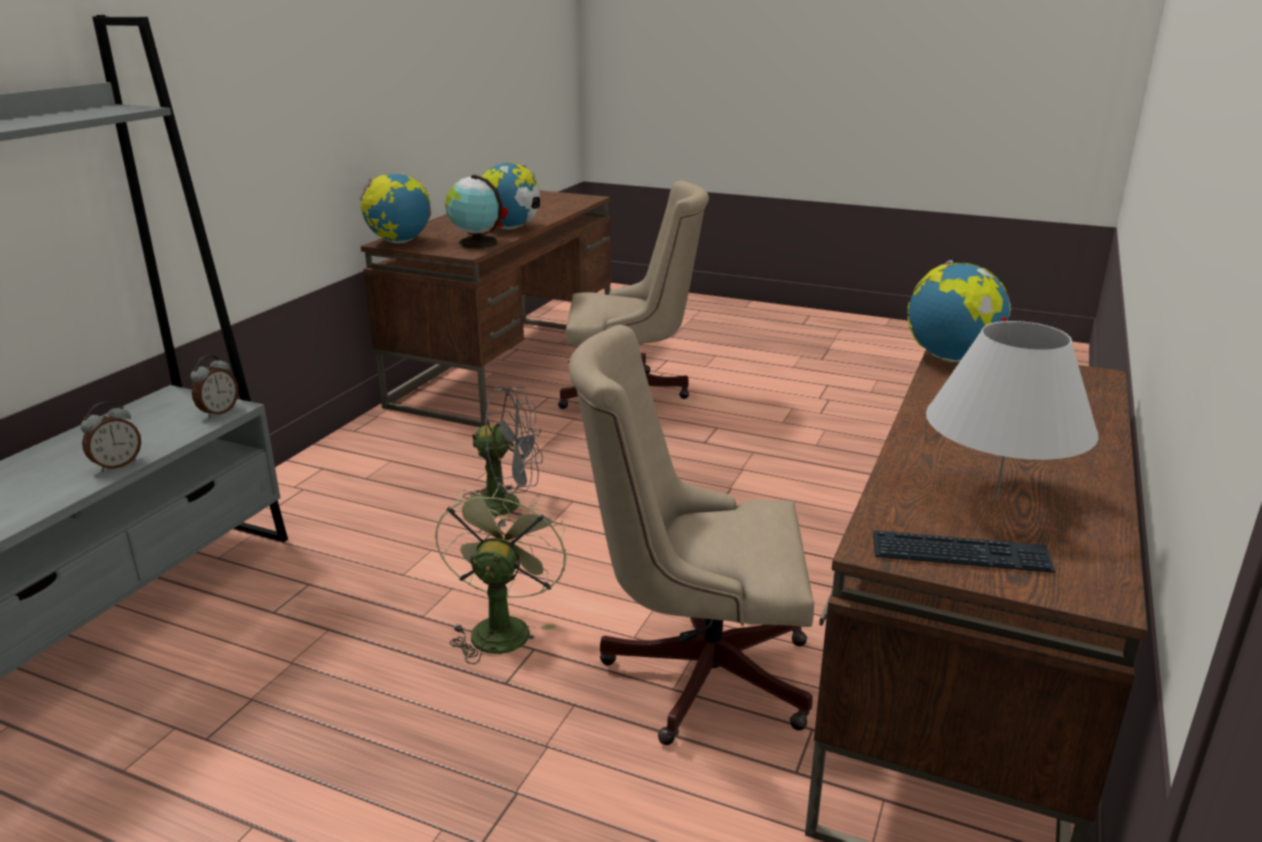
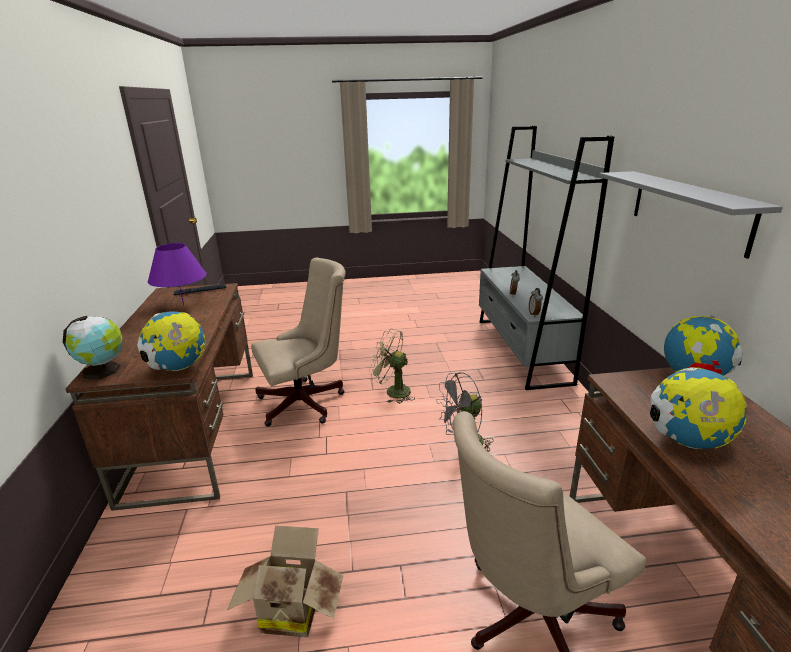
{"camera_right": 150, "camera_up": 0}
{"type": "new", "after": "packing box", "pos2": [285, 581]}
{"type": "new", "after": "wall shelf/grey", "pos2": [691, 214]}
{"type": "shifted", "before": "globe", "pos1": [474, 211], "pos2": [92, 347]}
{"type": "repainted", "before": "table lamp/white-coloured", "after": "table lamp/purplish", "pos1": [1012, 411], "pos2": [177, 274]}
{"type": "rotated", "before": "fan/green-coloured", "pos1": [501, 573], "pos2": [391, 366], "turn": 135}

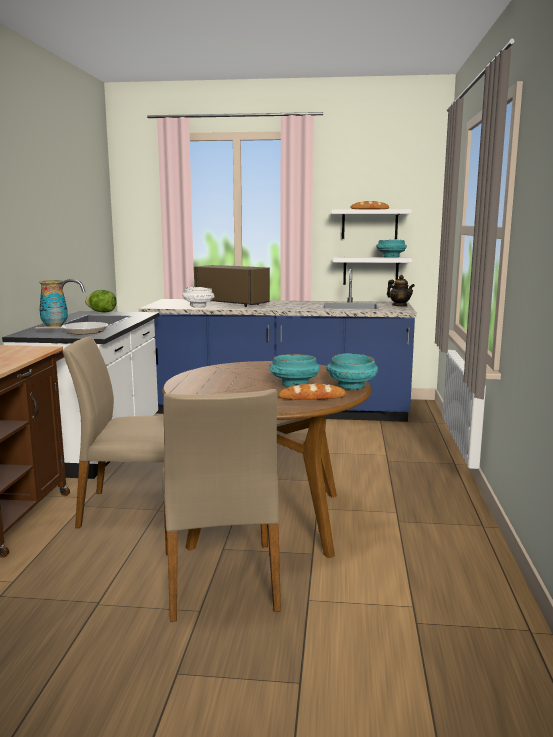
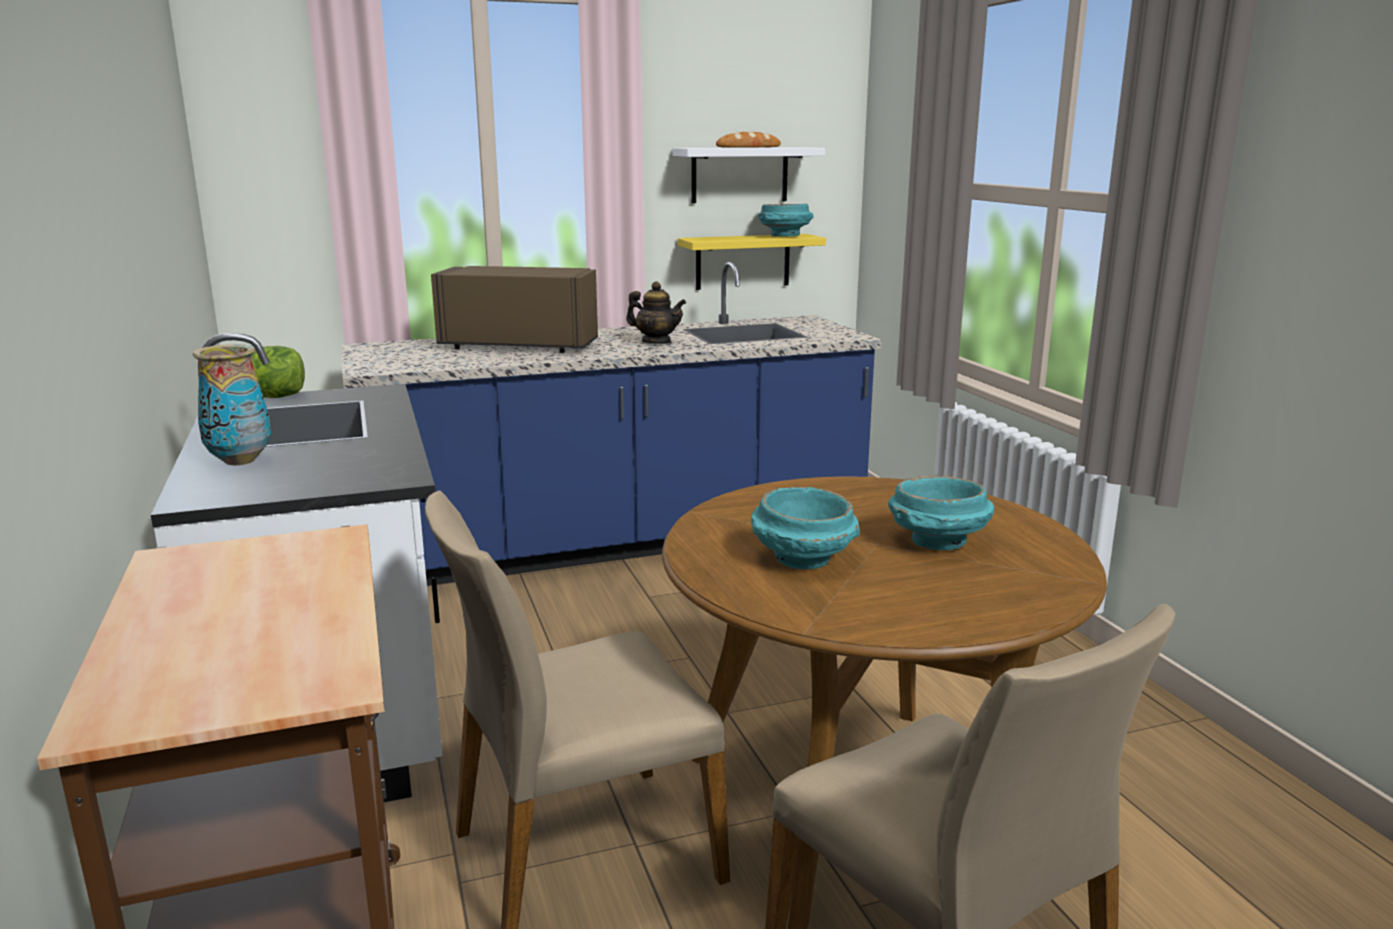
{"camera_right": -25, "camera_up": 5}
{"type": "gone", "before": "skillet", "pos1": [72, 328]}
{"type": "gone", "before": "bowl/white-coloured", "pos1": [198, 297]}
{"type": "gone", "before": "baked bread", "pos1": [312, 391]}
{"type": "shifted", "before": "bowl/blue-green", "pos1": [352, 371], "pos2": [805, 528]}
{"type": "shifted", "before": "teapot", "pos1": [401, 291], "pos2": [656, 313]}
{"type": "repainted", "before": "wall shelf/white-coloured", "after": "wall shelf/yellow", "pos1": [372, 271], "pos2": [752, 262]}

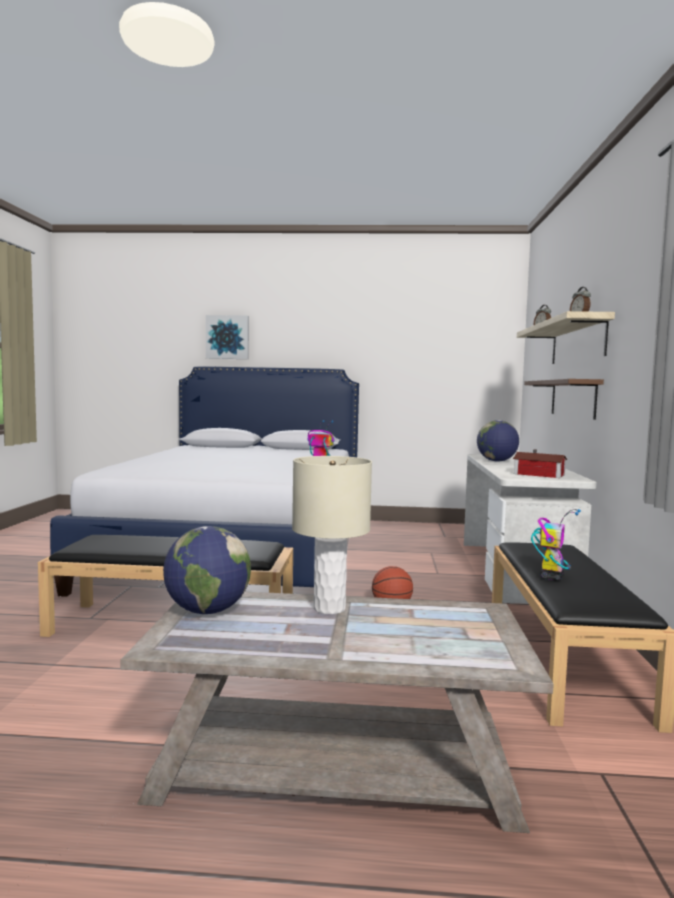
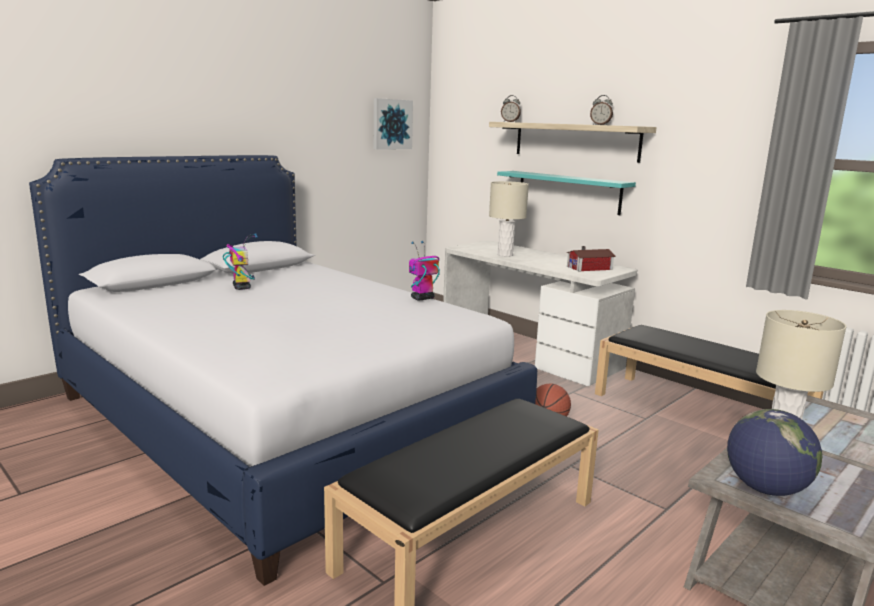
{"camera_right": -50, "camera_up": 10}
{"type": "shifted", "before": "picture", "pos1": [227, 337], "pos2": [393, 124]}
{"type": "shifted", "before": "toy robot", "pos1": [556, 545], "pos2": [240, 261]}
{"type": "swapped", "before": "globe", "after": "table lamp/beige-coloured", "pos1": [498, 441], "pos2": [509, 219]}
{"type": "repainted", "before": "wall shelf/brown-coloured", "after": "wall shelf/blue-green", "pos1": [564, 399], "pos2": [566, 193]}

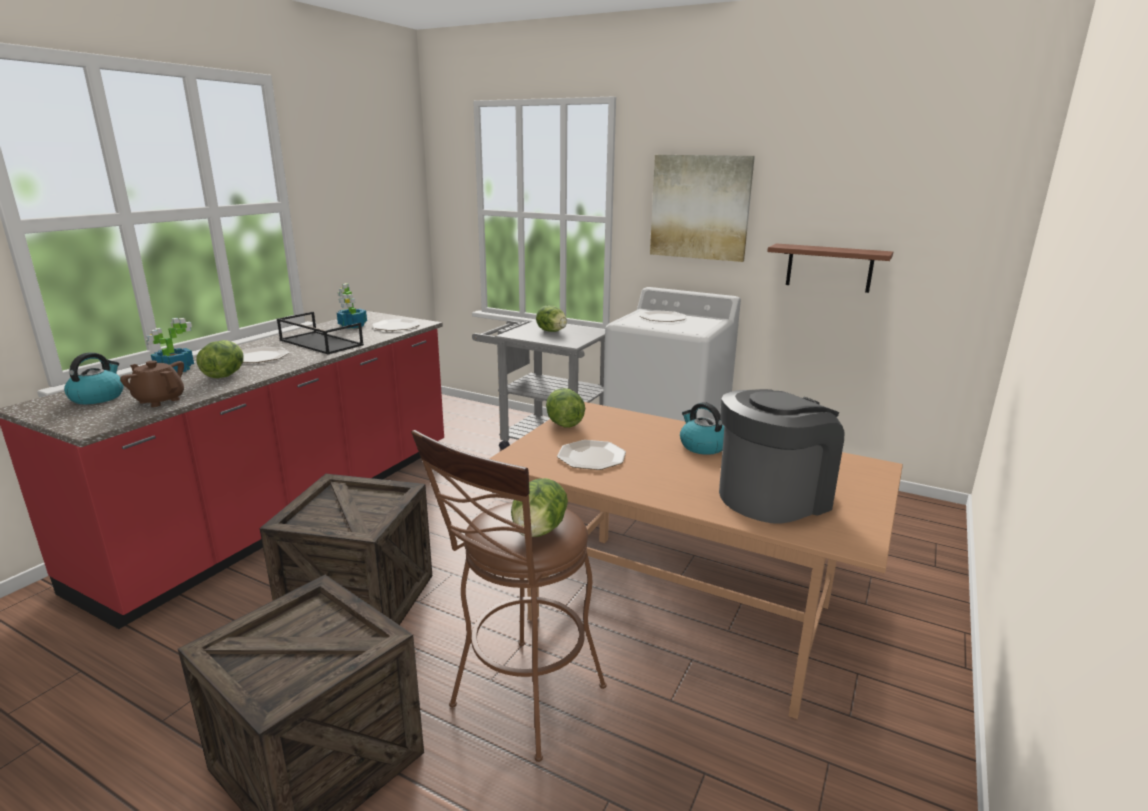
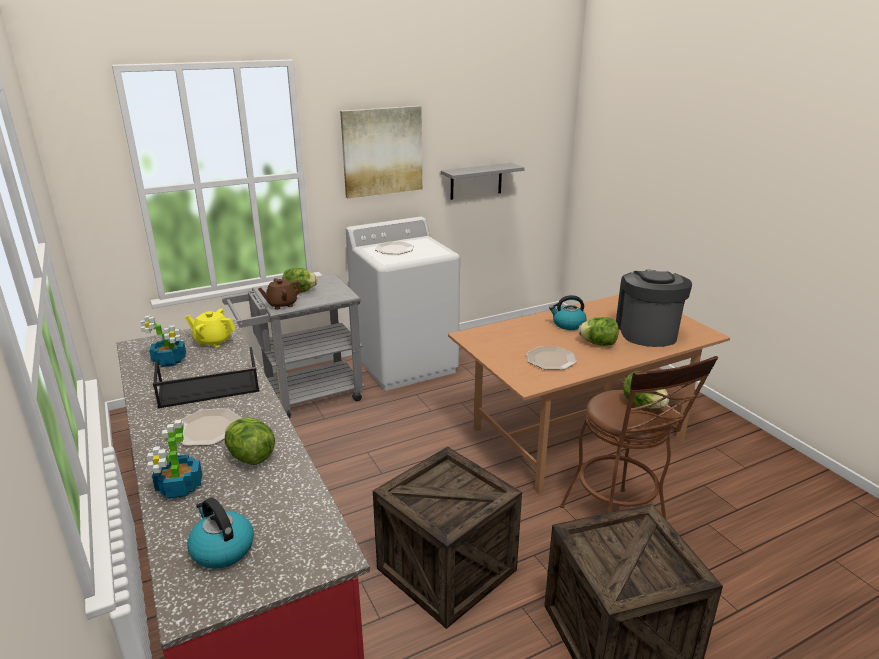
{"camera_right": -55, "camera_up": 5}
{"type": "shifted", "before": "teapot/brown-coloured", "pos1": [152, 383], "pos2": [280, 294]}
{"type": "shifted", "before": "lettuce", "pos1": [565, 408], "pos2": [598, 331]}
{"type": "swapped", "before": "flat dish", "after": "teapot/yellow", "pos1": [396, 325], "pos2": [210, 328]}
{"type": "repainted", "before": "wall shelf/brown-coloured", "after": "wall shelf/grey", "pos1": [830, 268], "pos2": [483, 181]}

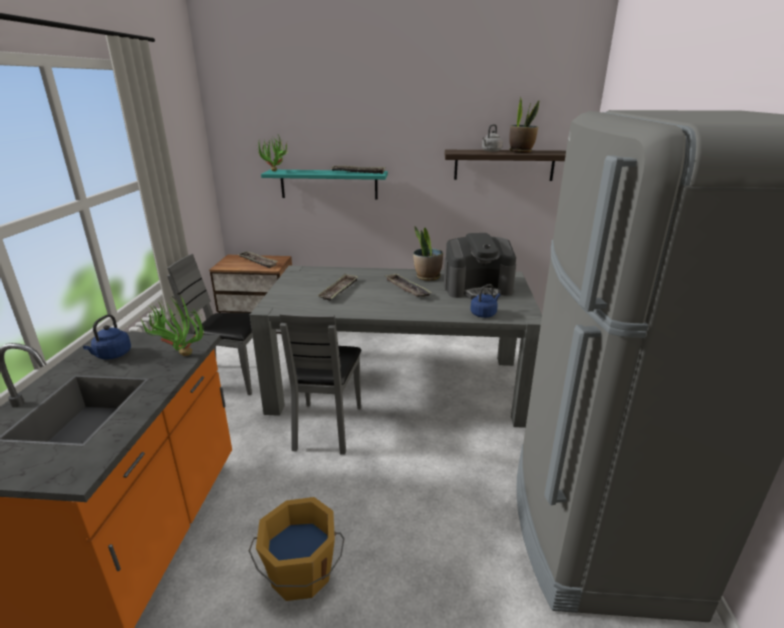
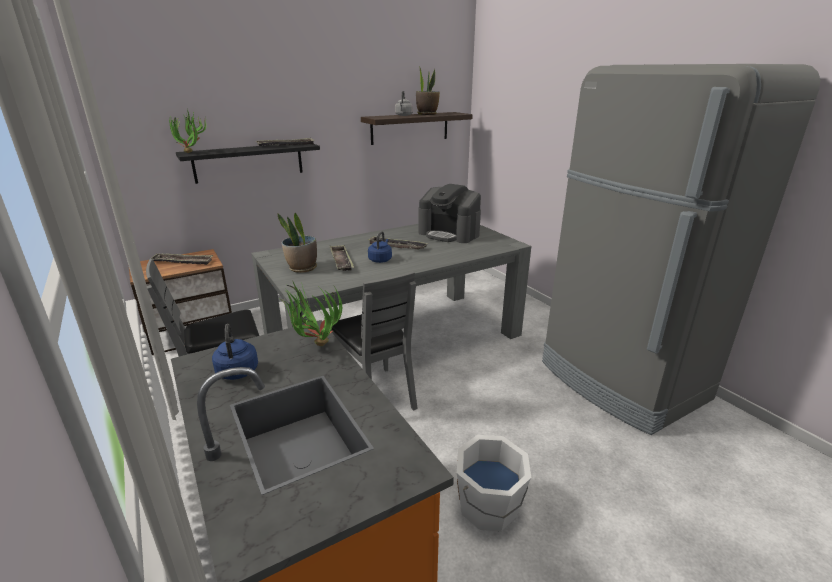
{"camera_right": -35, "camera_up": 0}
{"type": "shifted", "before": "potted plant", "pos1": [428, 253], "pos2": [297, 243]}
{"type": "shifted", "before": "tea kettle/blue", "pos1": [485, 301], "pos2": [380, 247]}
{"type": "repainted", "before": "water bucket/orange-coloured", "after": "water bucket/white-coloured", "pos1": [297, 549], "pos2": [494, 483]}
{"type": "repainted", "before": "wall shelf/blue-green", "after": "wall shelf/black", "pos1": [324, 184], "pos2": [248, 164]}
{"type": "rotated", "before": "coffee maker", "pos1": [480, 266], "pos2": [450, 213], "turn": 75}

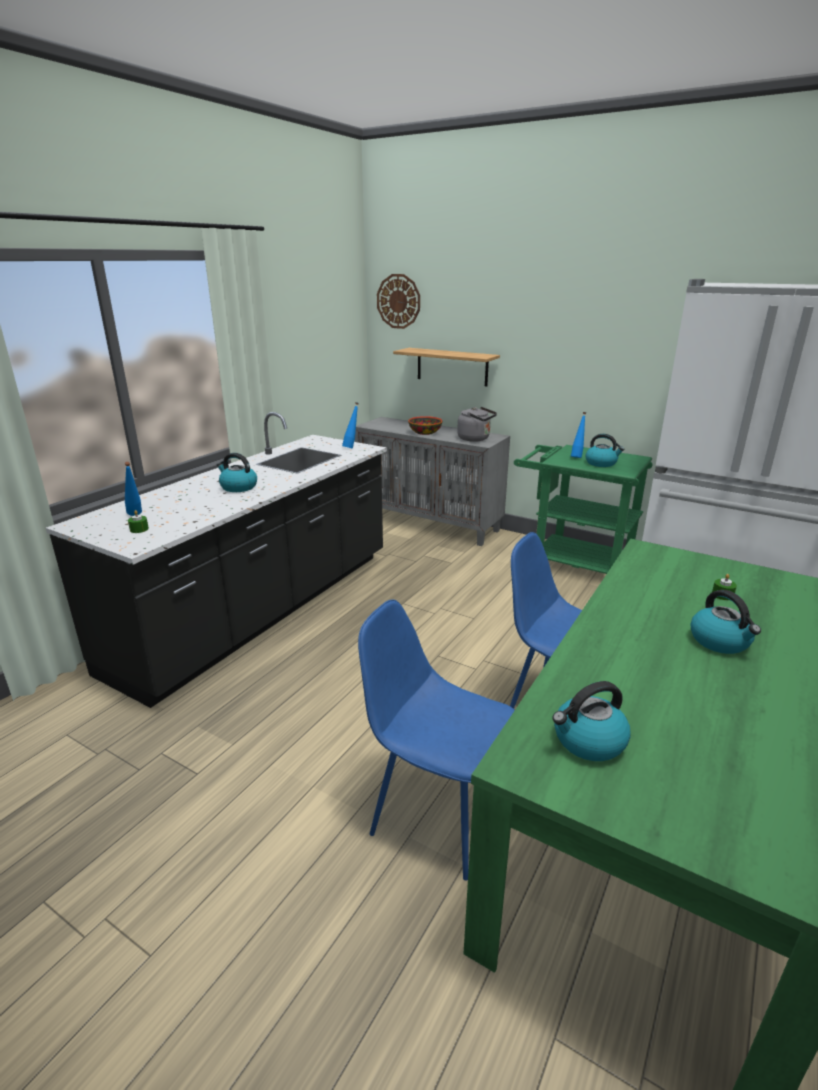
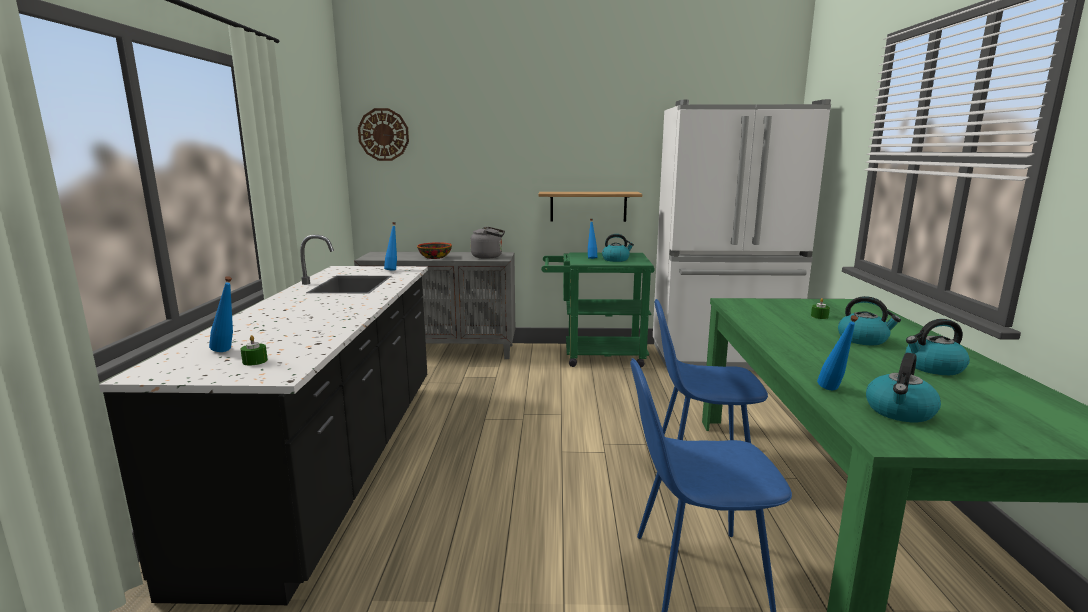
{"camera_right": -30, "camera_up": -10}
{"type": "new", "after": "drink bottle/blue", "pos2": [837, 352]}
{"type": "shifted", "before": "tea kettle", "pos1": [237, 472], "pos2": [938, 347]}
{"type": "shifted", "before": "wall shelf", "pos1": [446, 367], "pos2": [590, 207]}

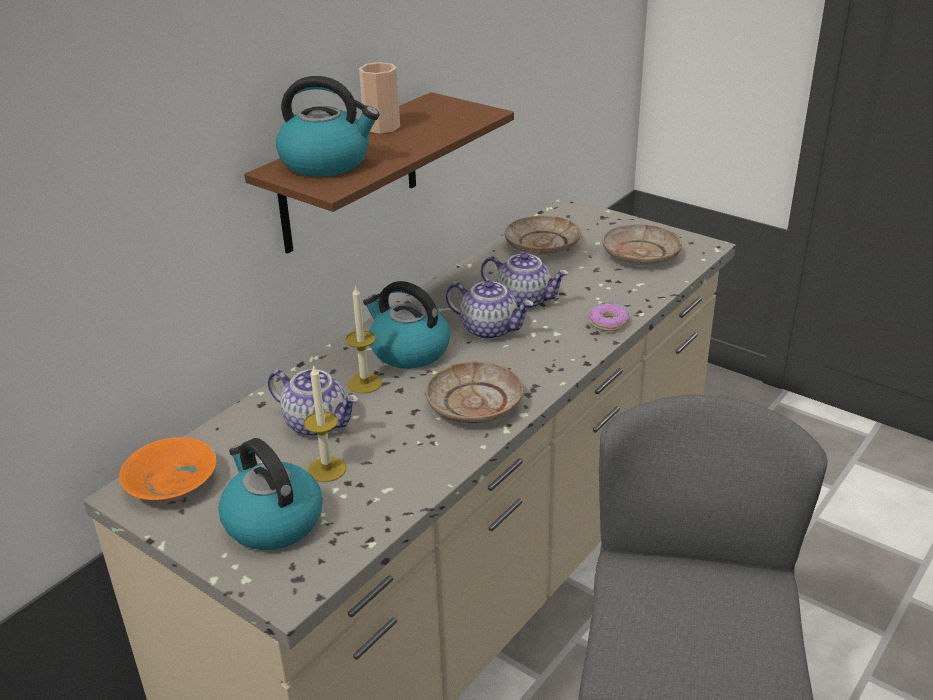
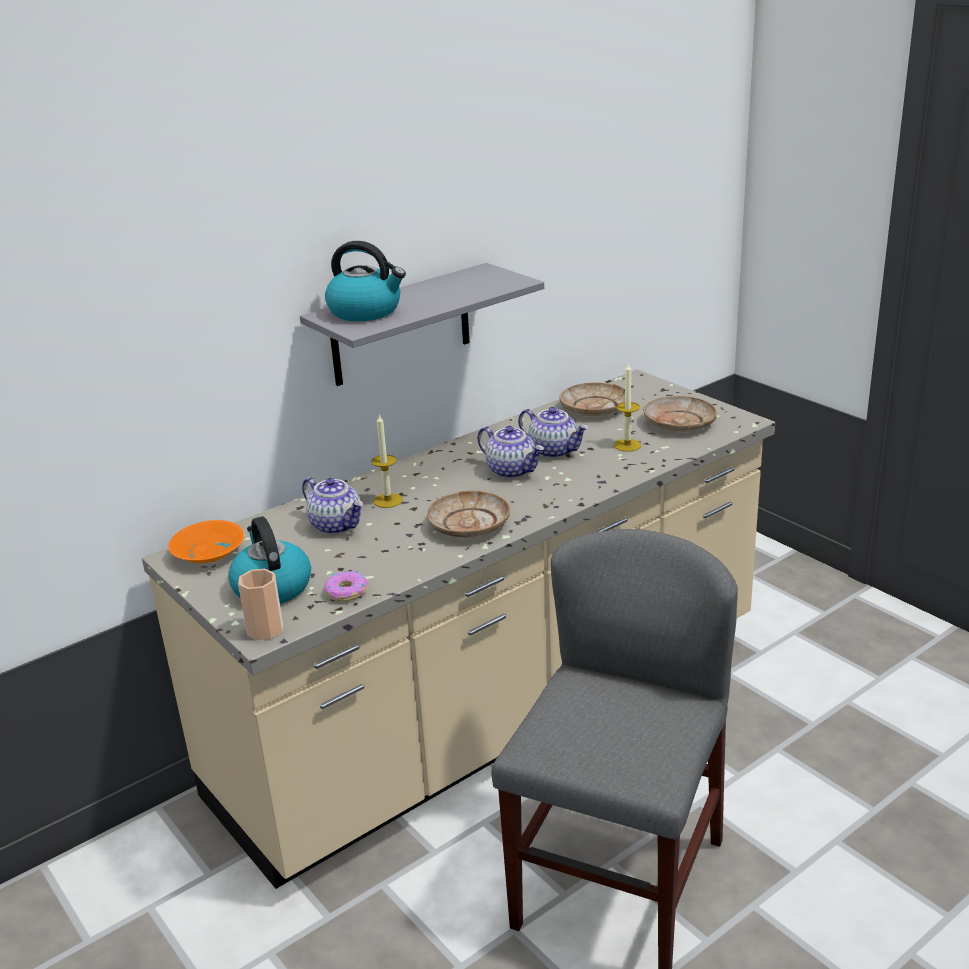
{"camera_right": 15, "camera_up": -5}
{"type": "gone", "before": "tea kettle", "pos1": [406, 325]}
{"type": "shifted", "before": "wax candle", "pos1": [325, 423], "pos2": [627, 407]}
{"type": "shifted", "before": "cup", "pos1": [379, 98], "pos2": [260, 604]}
{"type": "shifted", "before": "ring doughnut", "pos1": [608, 316], "pos2": [346, 586]}
{"type": "repainted", "before": "wall shelf/brown-coloured", "after": "wall shelf/grey", "pos1": [379, 173], "pos2": [422, 324]}

